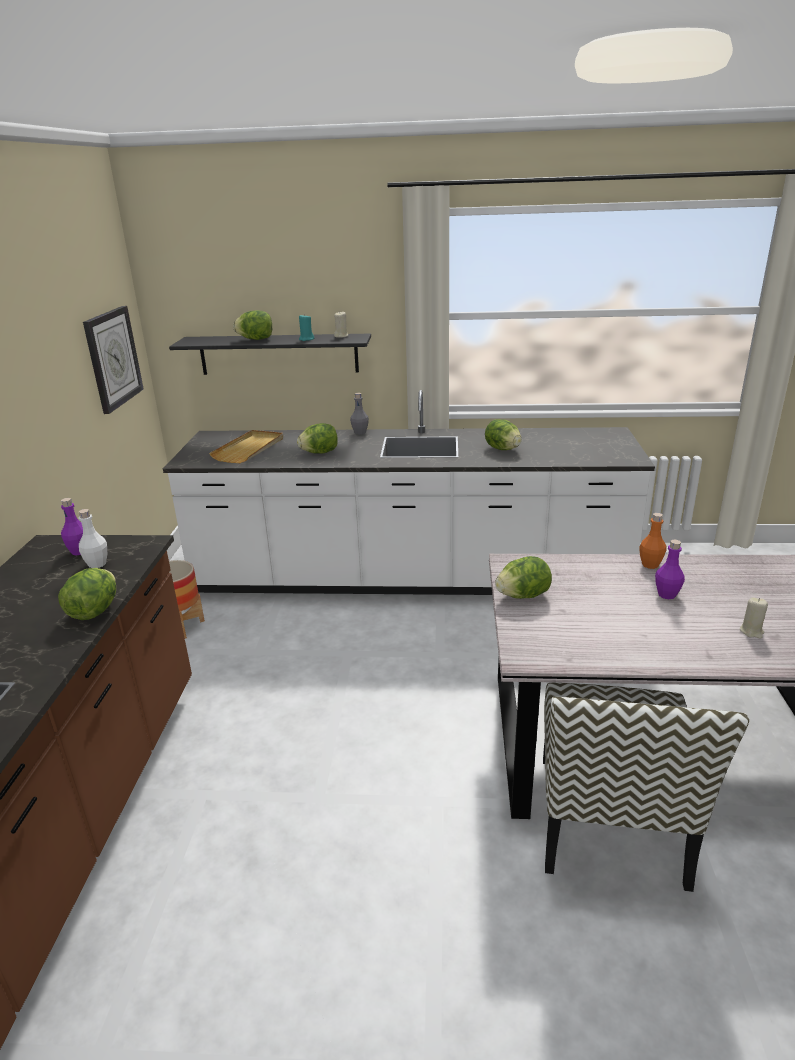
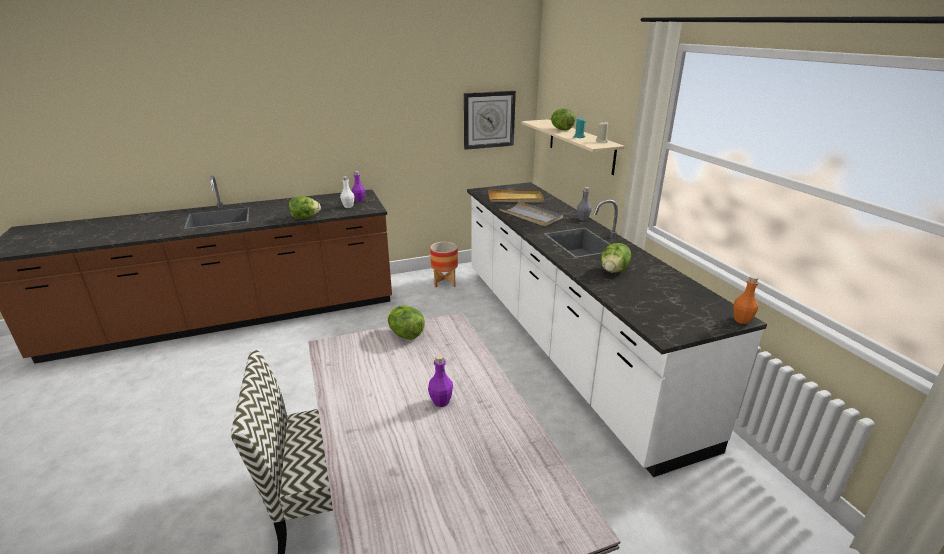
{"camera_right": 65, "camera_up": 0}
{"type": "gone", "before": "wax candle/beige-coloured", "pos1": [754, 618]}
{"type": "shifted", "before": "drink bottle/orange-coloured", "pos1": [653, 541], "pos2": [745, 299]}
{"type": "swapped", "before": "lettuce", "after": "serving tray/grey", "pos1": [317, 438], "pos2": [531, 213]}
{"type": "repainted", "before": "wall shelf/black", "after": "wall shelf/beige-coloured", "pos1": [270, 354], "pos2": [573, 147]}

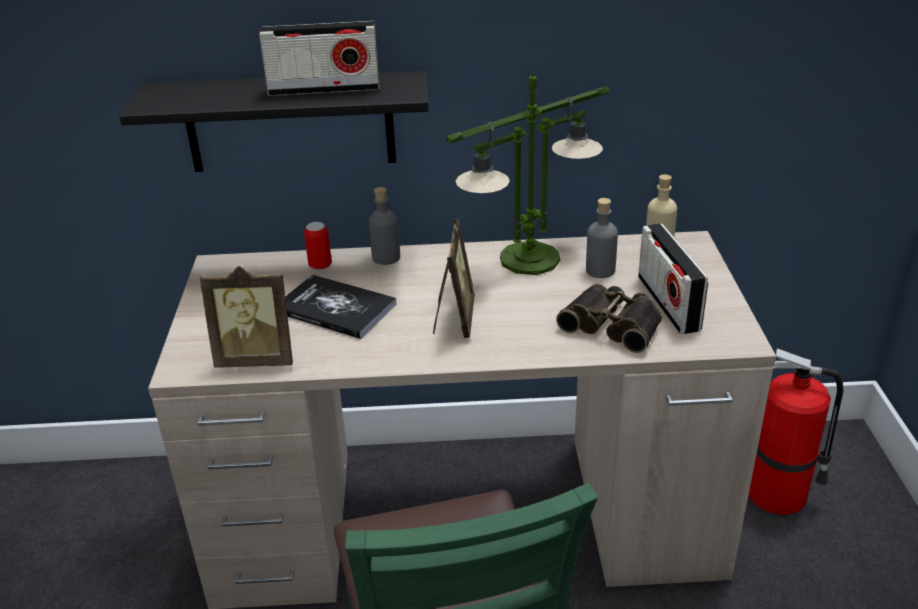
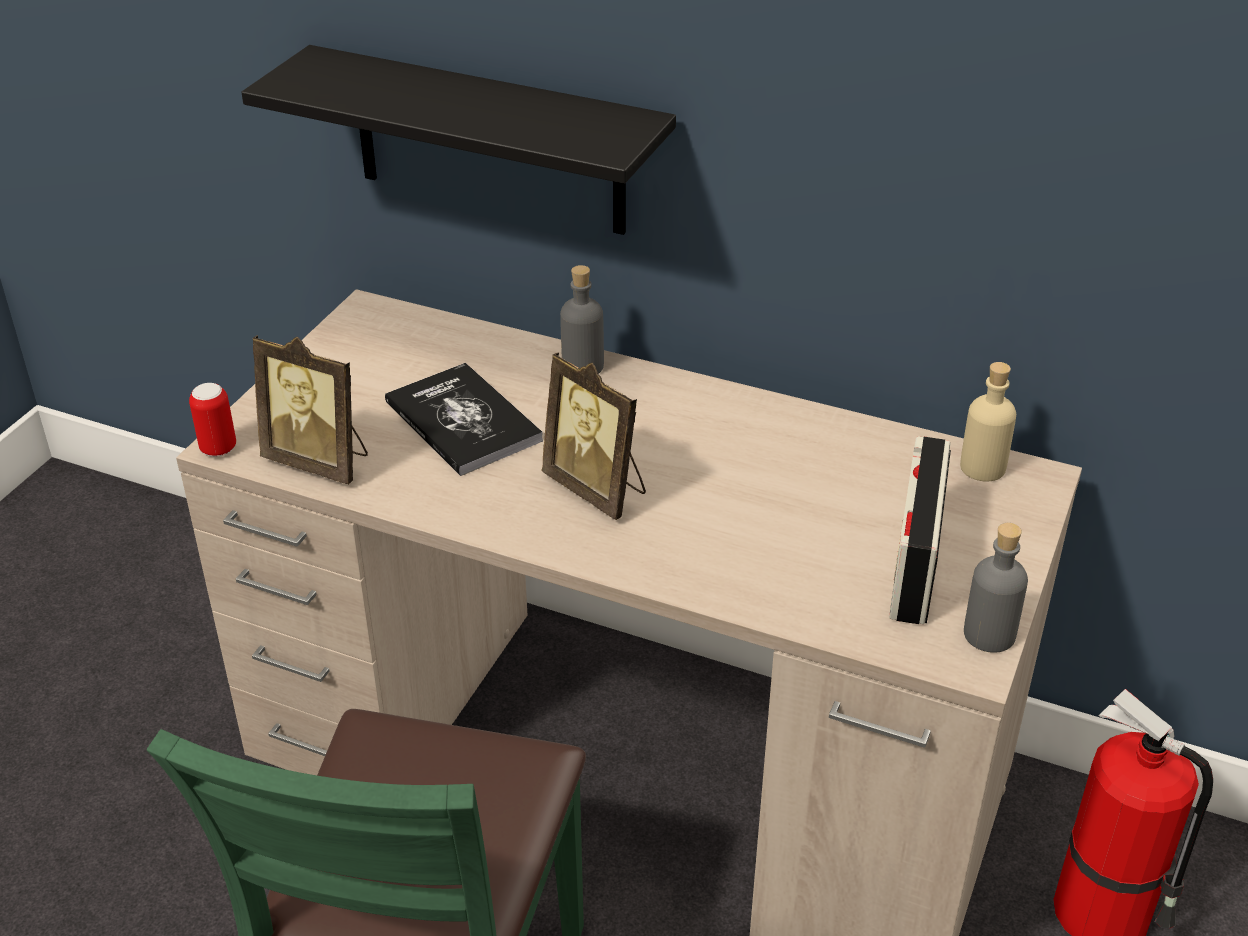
{"camera_right": 25, "camera_up": 5}
{"type": "gone", "before": "radio", "pos1": [319, 58]}
{"type": "gone", "before": "table lamp", "pos1": [528, 174]}
{"type": "gone", "before": "binoculars", "pos1": [609, 318]}
{"type": "shifted", "before": "can", "pos1": [318, 246], "pos2": [212, 420]}
{"type": "shifted", "before": "drink bottle/grey", "pos1": [602, 238], "pos2": [996, 588]}
{"type": "rotated", "before": "photo frame", "pos1": [454, 278], "pos2": [594, 436], "turn": 105}

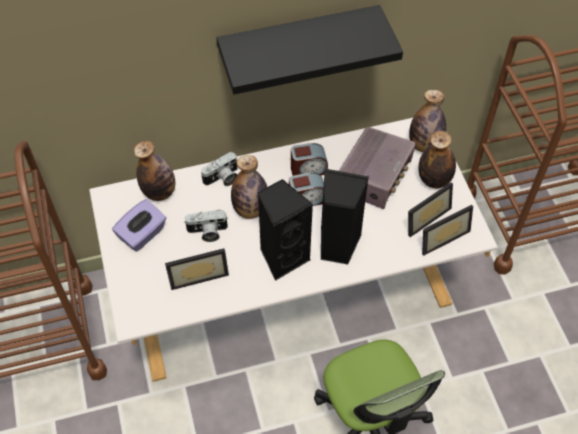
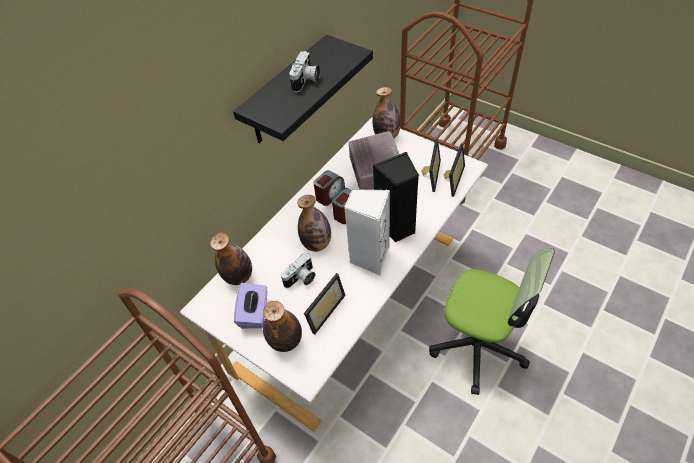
{"camera_right": -35, "camera_up": -5}
{"type": "shifted", "before": "still camera", "pos1": [219, 169], "pos2": [304, 71]}
{"type": "shifted", "before": "drink bottle", "pos1": [437, 159], "pos2": [282, 326]}
{"type": "repainted", "before": "speaker/black", "after": "speaker/white-coloured", "pos1": [285, 230], "pos2": [367, 232]}

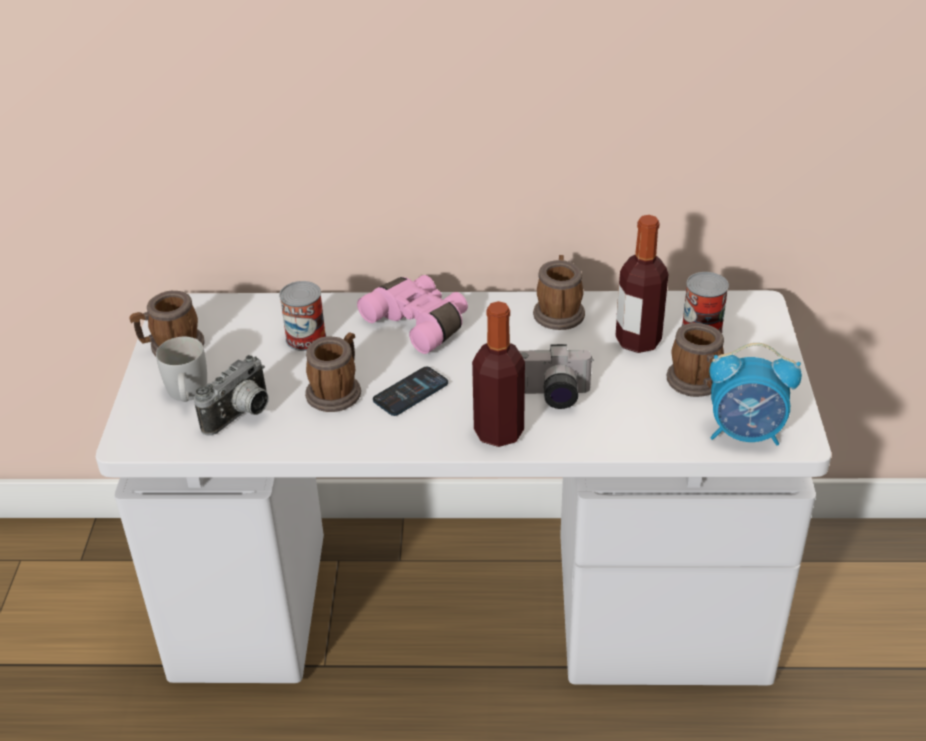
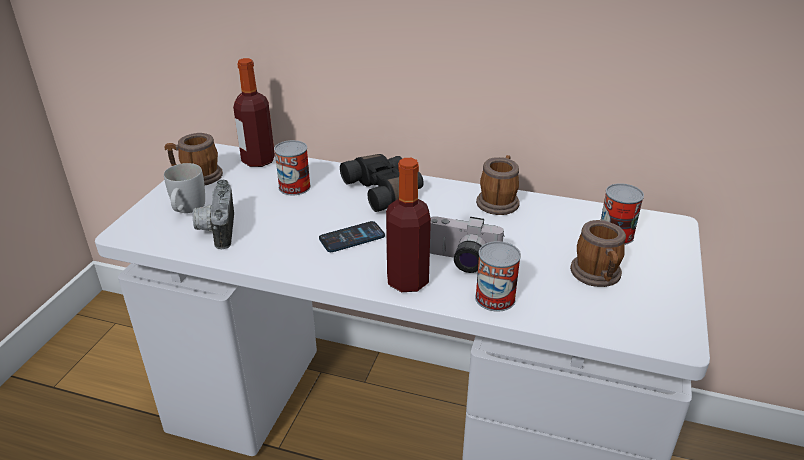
{"camera_right": 15, "camera_up": -5}
{"type": "gone", "before": "mug", "pos1": [333, 372]}
{"type": "gone", "before": "table clock", "pos1": [755, 394]}
{"type": "new", "after": "can", "pos2": [498, 276]}
{"type": "shifted", "before": "drink bottle", "pos1": [642, 284], "pos2": [254, 112]}
{"type": "repainted", "before": "binoculars/pink", "after": "binoculars/black", "pos1": [412, 314], "pos2": [382, 183]}
{"type": "rotated", "before": "still camera", "pos1": [231, 395], "pos2": [213, 214], "turn": 120}

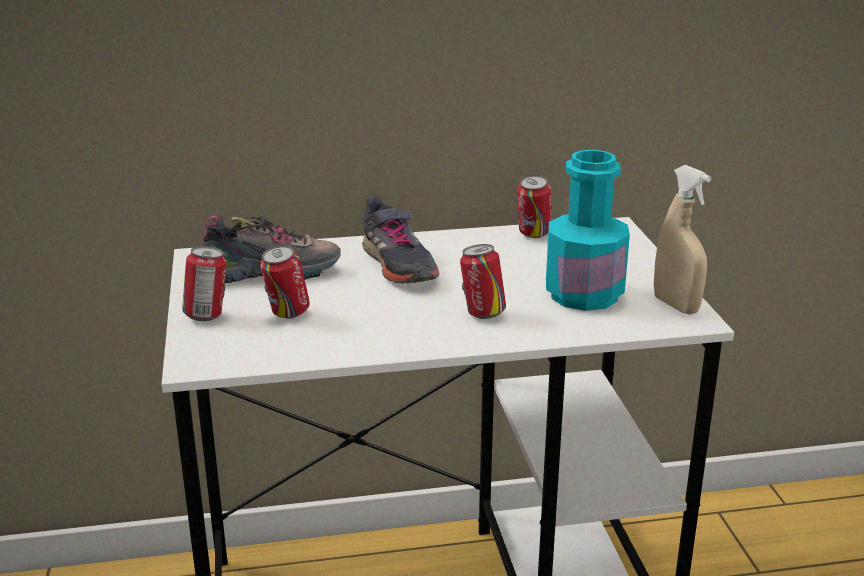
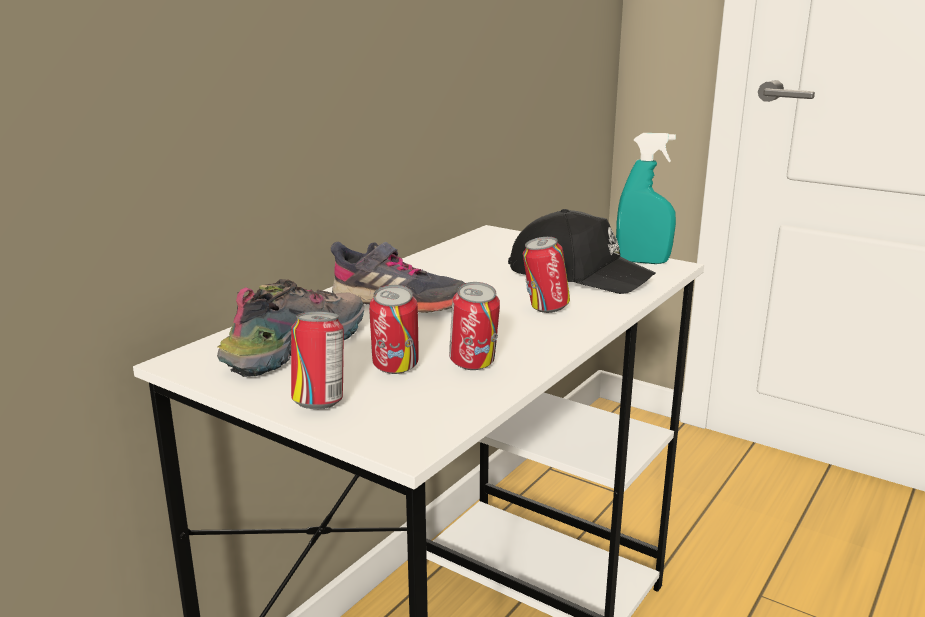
{"camera_right": -45, "camera_up": -5}
{"type": "shifted", "before": "can", "pos1": [534, 206], "pos2": [474, 326]}
{"type": "swapped", "before": "drink bottle/blue-green", "after": "peaked cap/black", "pos1": [588, 230], "pos2": [582, 251]}
{"type": "repainted", "before": "spray bottle/beige-coloured", "after": "spray bottle/blue-green", "pos1": [682, 240], "pos2": [646, 198]}

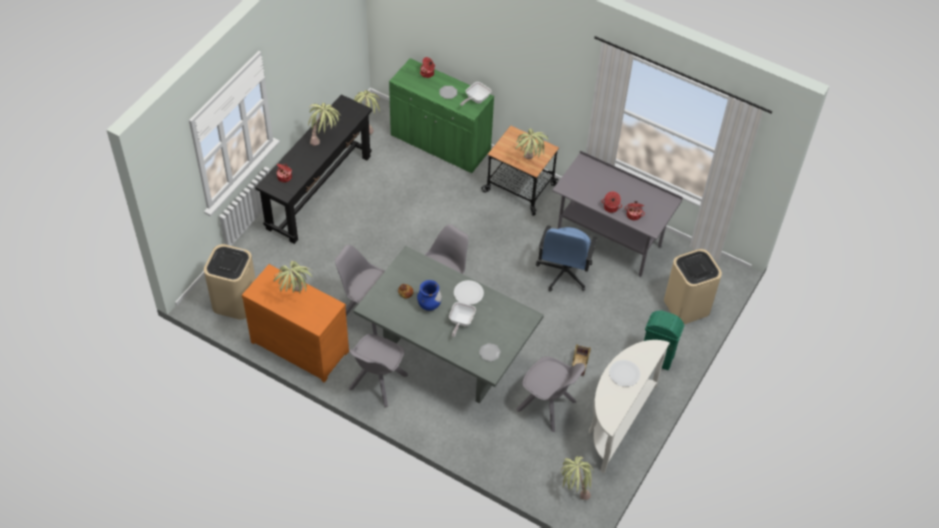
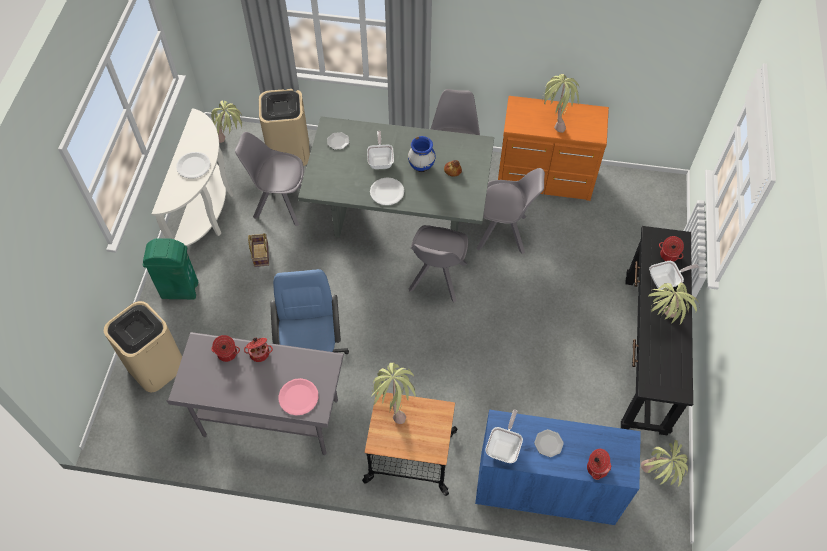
{"camera_right": 160, "camera_up": 5}
{"type": "new", "after": "flat dish/pink", "pos2": [298, 396]}
{"type": "new", "after": "skillet", "pos2": [674, 275]}
{"type": "shifted", "before": "rubbish bin/beige-coloured", "pos1": [230, 282], "pos2": [284, 127]}
{"type": "repainted", "before": "storage cabinet/green-coloured", "after": "storage cabinet/blue", "pos1": [441, 115], "pos2": [558, 467]}

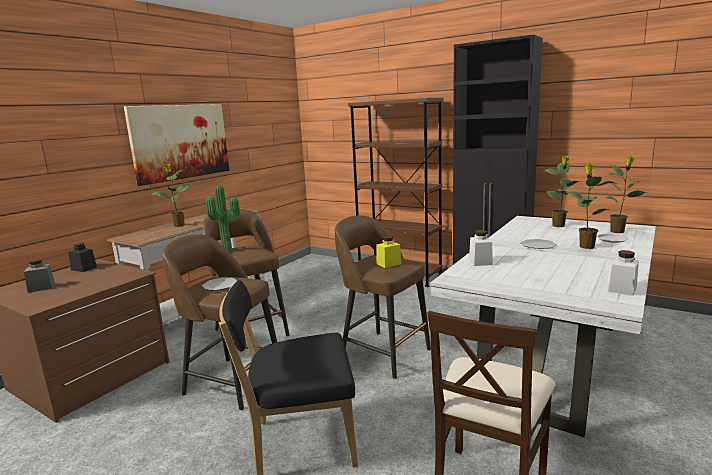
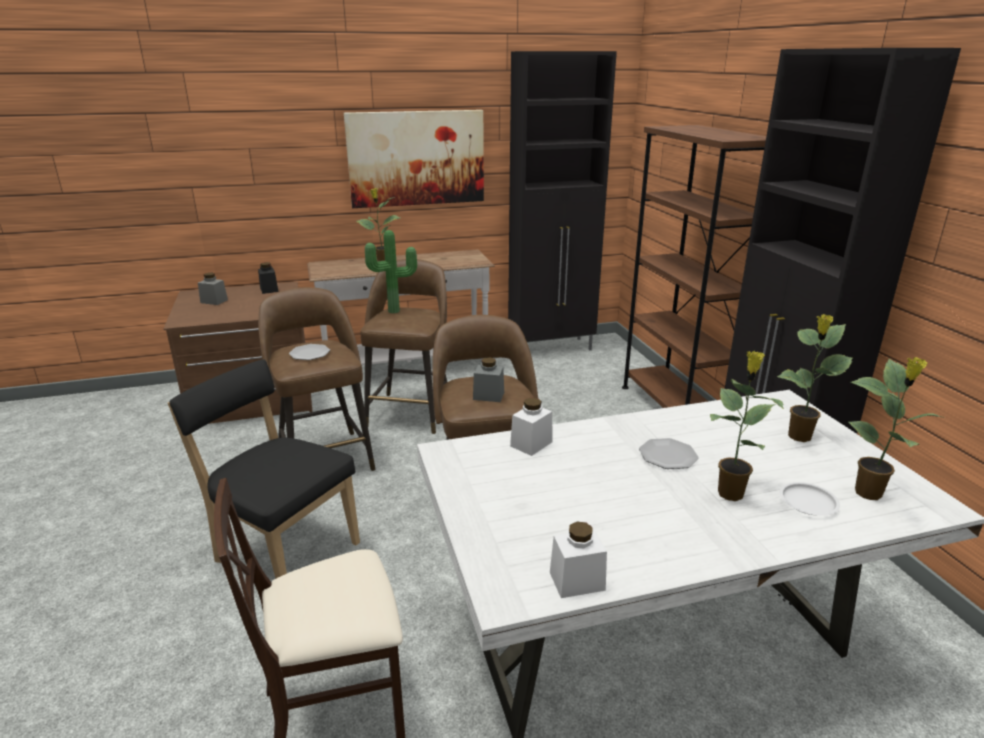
{"camera_right": 40, "camera_up": 10}
{"type": "new", "after": "storage cabinet/black", "pos2": [562, 200]}
{"type": "repainted", "before": "jar/yellow", "after": "jar/grey", "pos1": [389, 252], "pos2": [488, 379]}

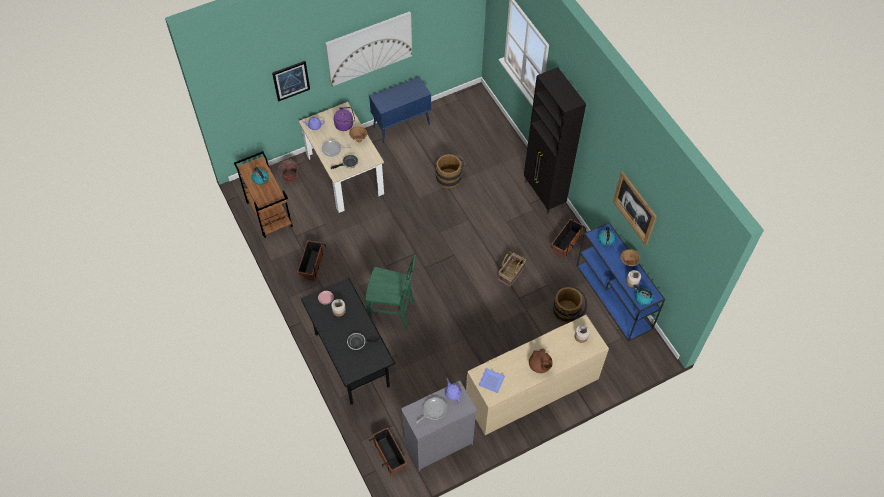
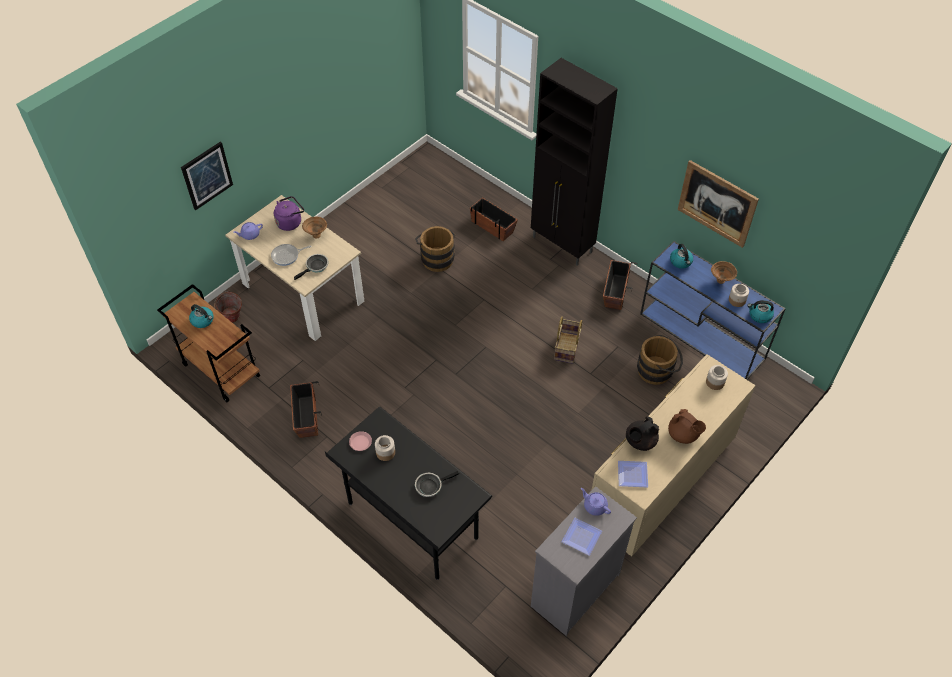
{"camera_right": -20, "camera_up": -5}
{"type": "gone", "before": "picture", "pos1": [368, 49]}
{"type": "gone", "before": "upright chair/green-coloured", "pos1": [390, 292]}
{"type": "gone", "before": "storage cabinet/blue", "pos1": [400, 110]}
{"type": "new", "after": "teapot/black", "pos2": [642, 434]}
{"type": "shifted", "before": "flower pot", "pos1": [388, 451], "pos2": [494, 219]}
{"type": "swapped", "before": "skillet", "after": "flat dish", "pos1": [431, 410], "pos2": [581, 537]}

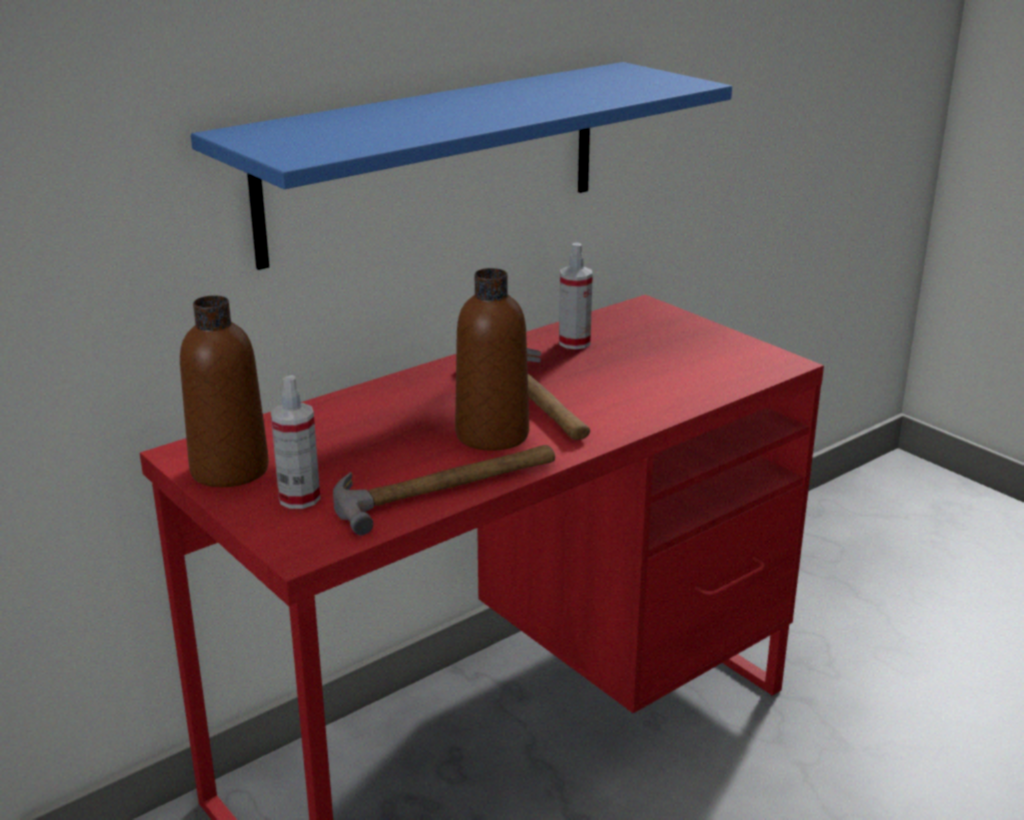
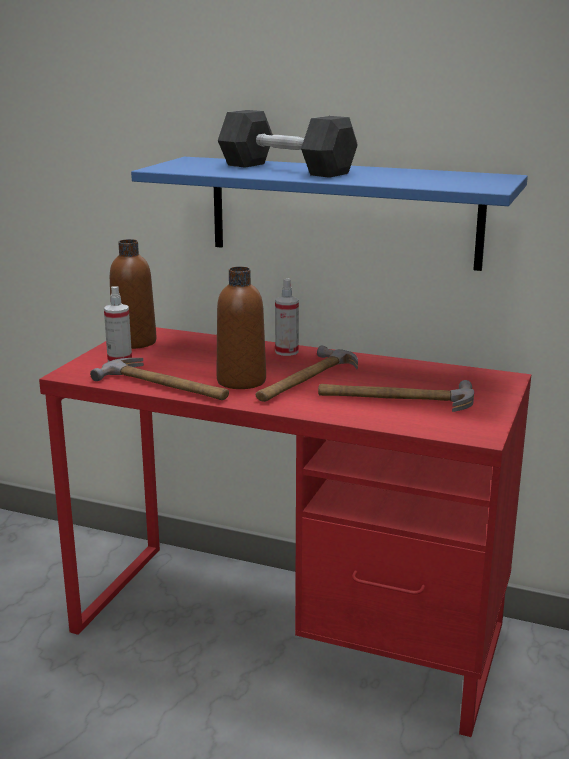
{"camera_right": 60, "camera_up": -5}
{"type": "new", "after": "free weight/grey", "pos2": [288, 144]}
{"type": "new", "after": "tool hammer", "pos2": [396, 396]}
{"type": "shifted", "before": "spray bottle", "pos1": [576, 295], "pos2": [287, 317]}

